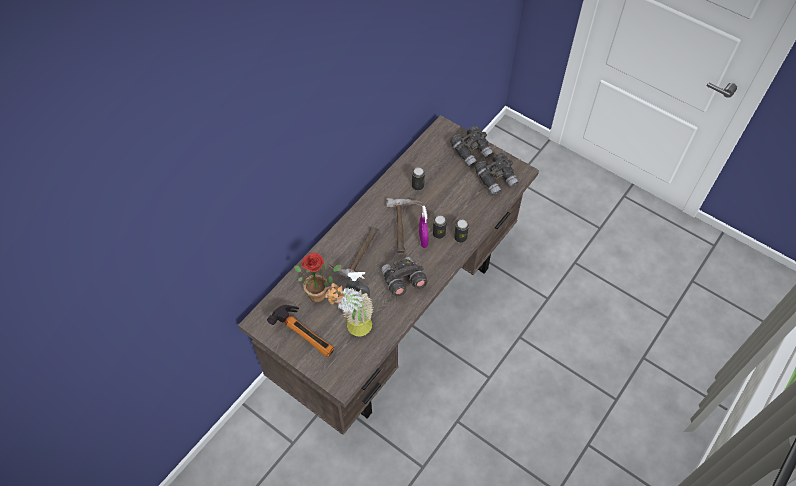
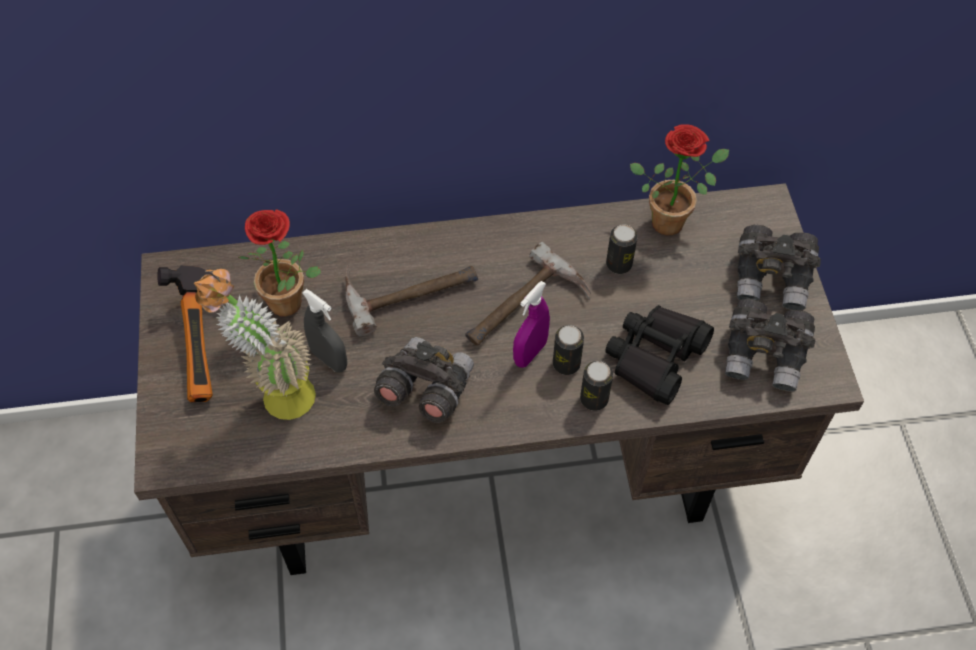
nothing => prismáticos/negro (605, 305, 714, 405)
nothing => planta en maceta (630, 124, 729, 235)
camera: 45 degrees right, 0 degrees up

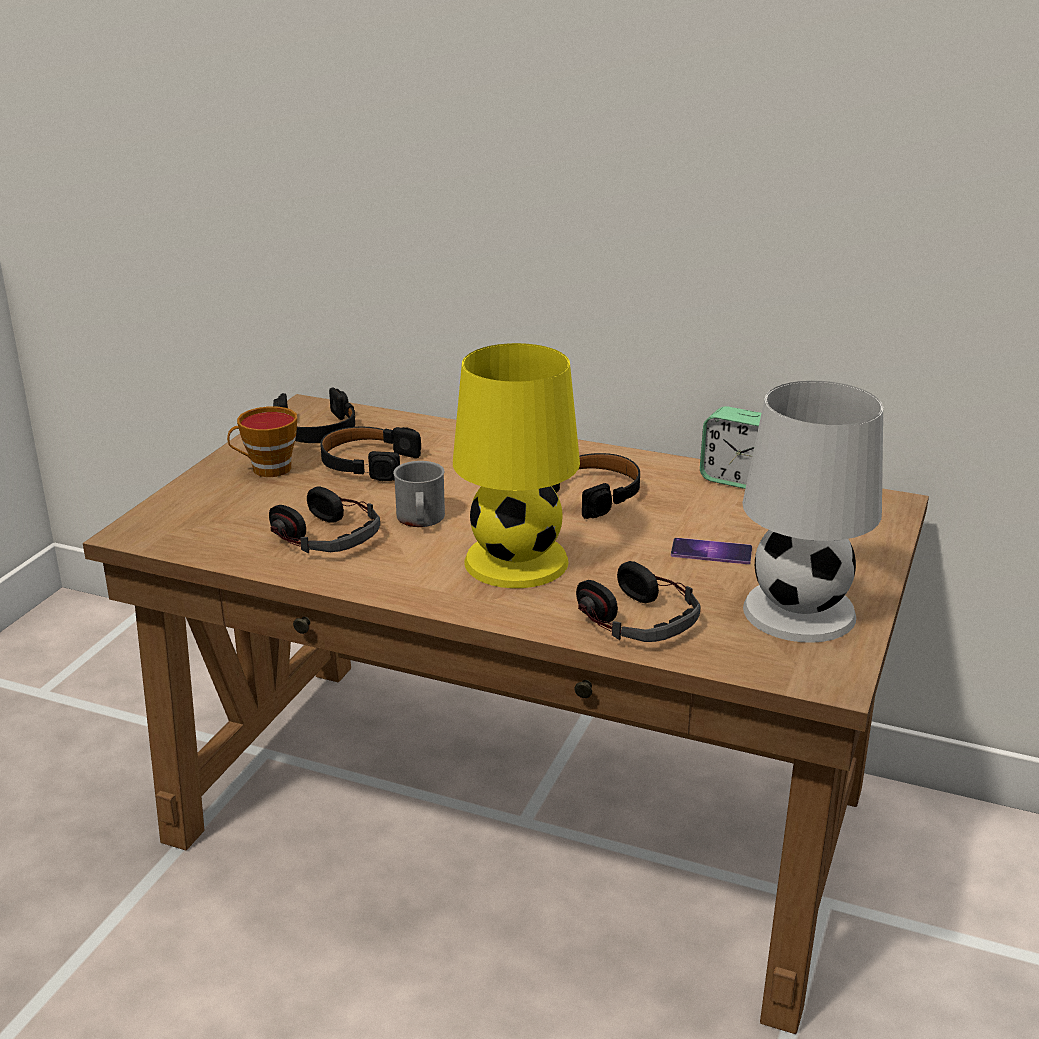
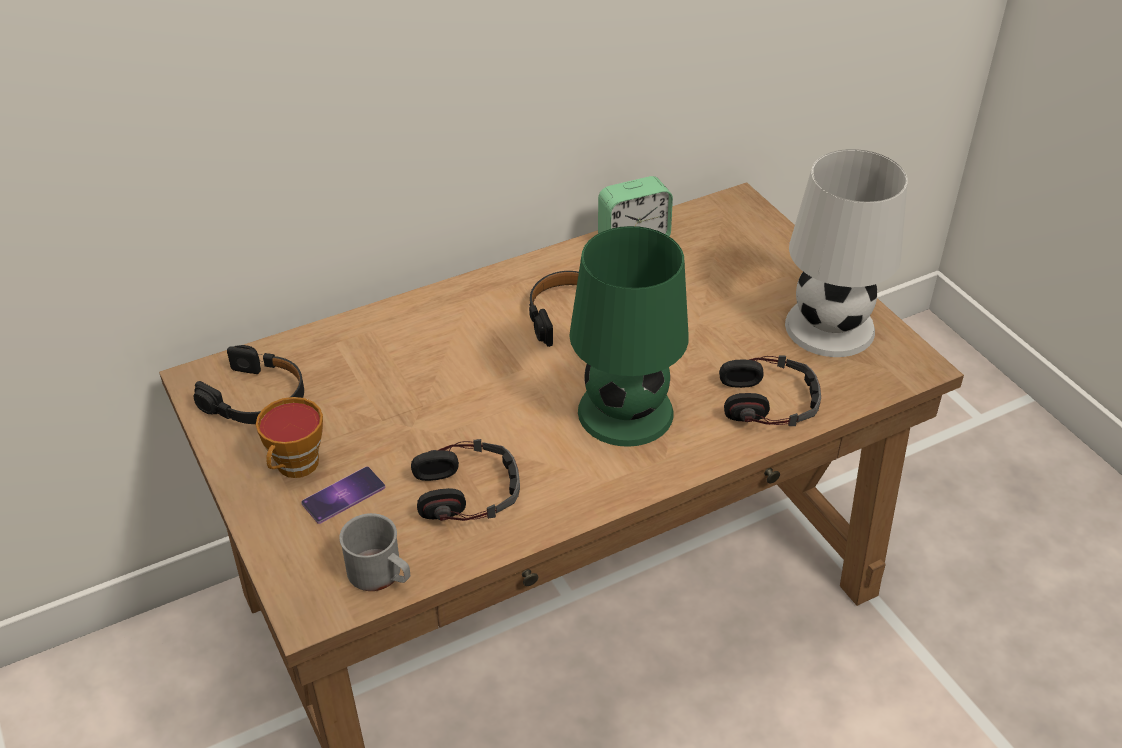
móvil (671, 538, 752, 564) => móvil (301, 467, 385, 524), move
taza grande/gris (393, 461, 445, 527) => taza grande/gris (339, 513, 410, 591), move
lámpara de mesa/amarillo (453, 343, 580, 588) => lámpara de mesa/verde (569, 226, 689, 447)
auriculares/negro (320, 427, 421, 481) => nothing
camera: 50 degrees left, 15 degrees up

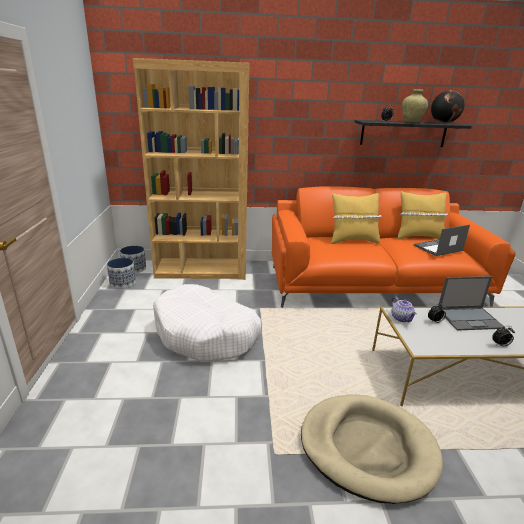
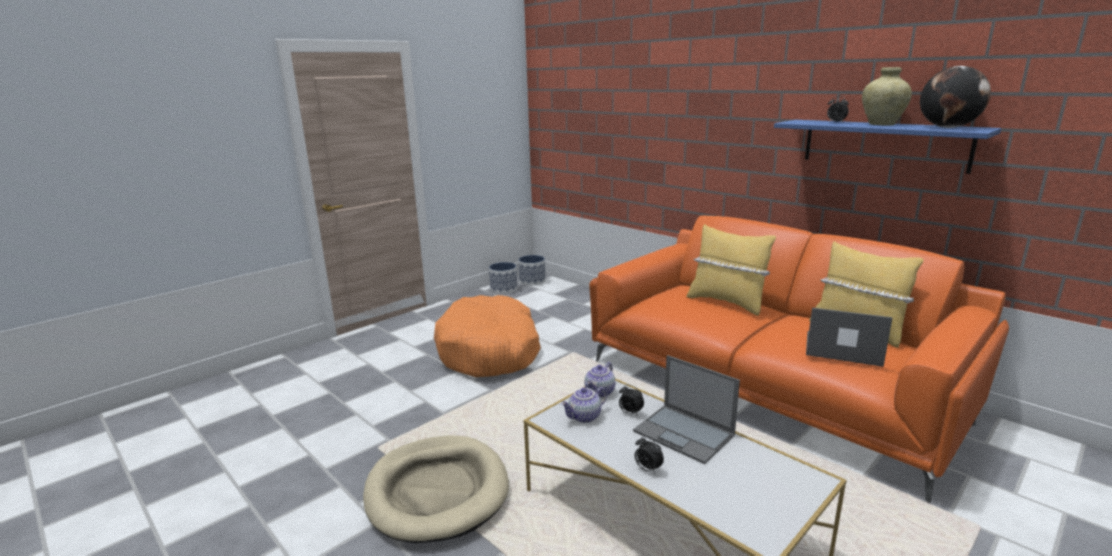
cama para perro/blanco (153, 284, 261, 362) => cama para perro/naranja (434, 295, 541, 377)
nothing => tetera (561, 387, 607, 423)
estante/negro (354, 120, 472, 147) => estante/azul (774, 120, 1001, 174)
estantería/marrón (133, 58, 249, 280) => nothing
camera: 50 degrees right, 5 degrees down

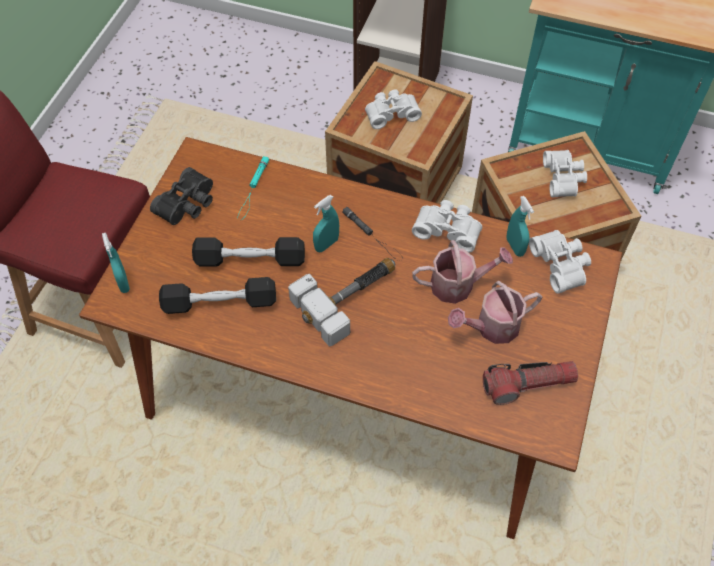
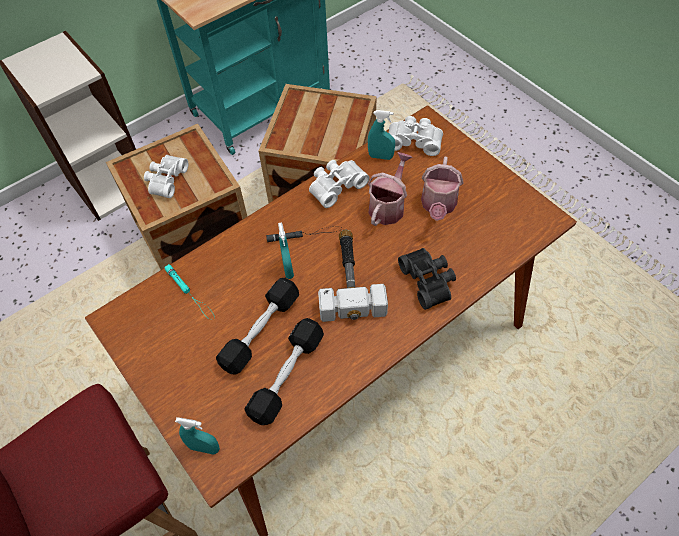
prismáticos/negro (150, 167, 213, 225) => prismáticos/negro (398, 248, 456, 310), move
linterna (483, 361, 578, 405) => nothing
prismáticos/blanco (543, 150, 587, 197) => nothing
camera: 55 degrees left, 0 degrees up

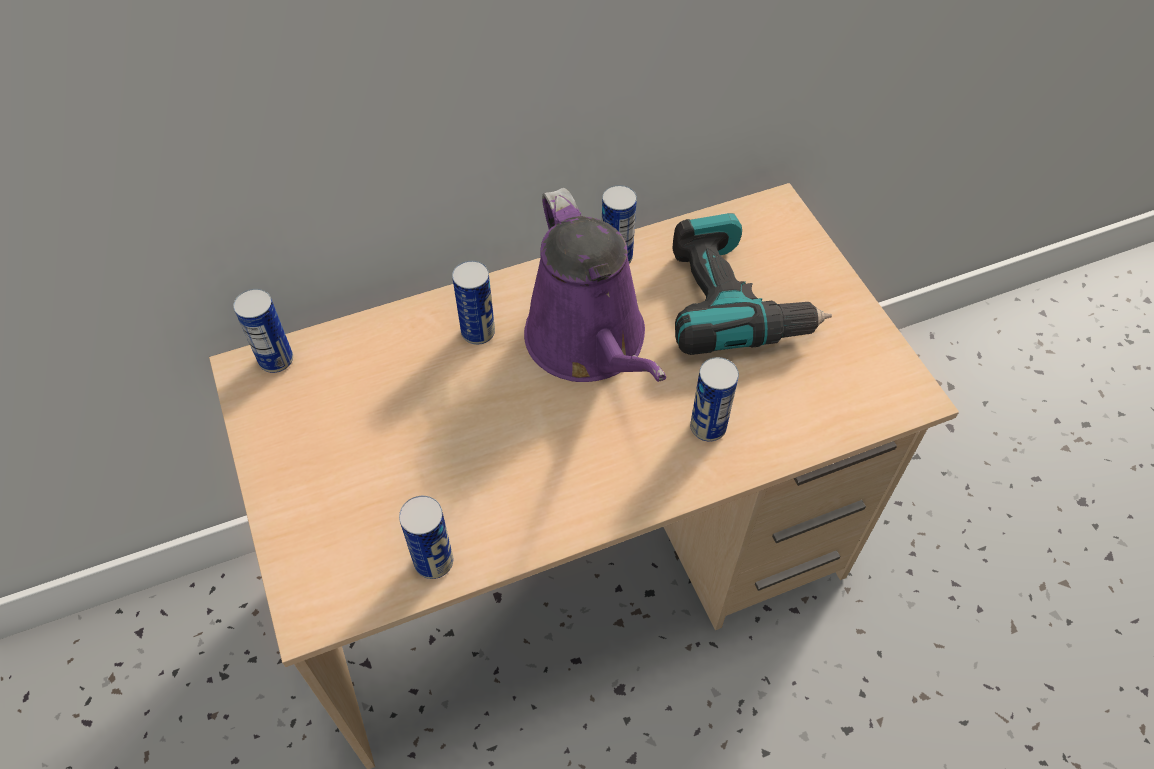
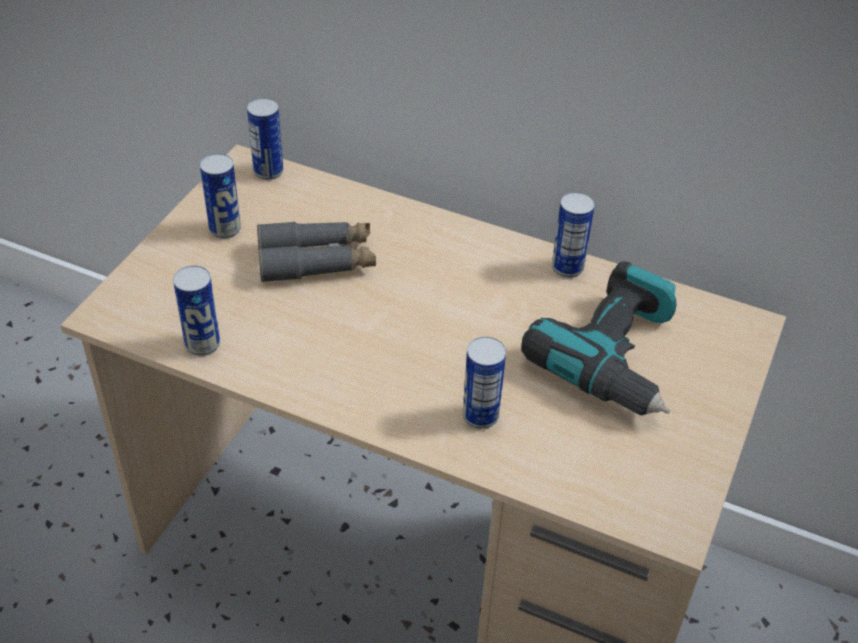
lata (452, 261, 495, 345) => lata (200, 153, 241, 239), move
nothing => prismáticos/gris (257, 222, 376, 283)
regadera/morado (524, 188, 666, 382) => nothing
camera: 45 degrees right, 10 degrees down

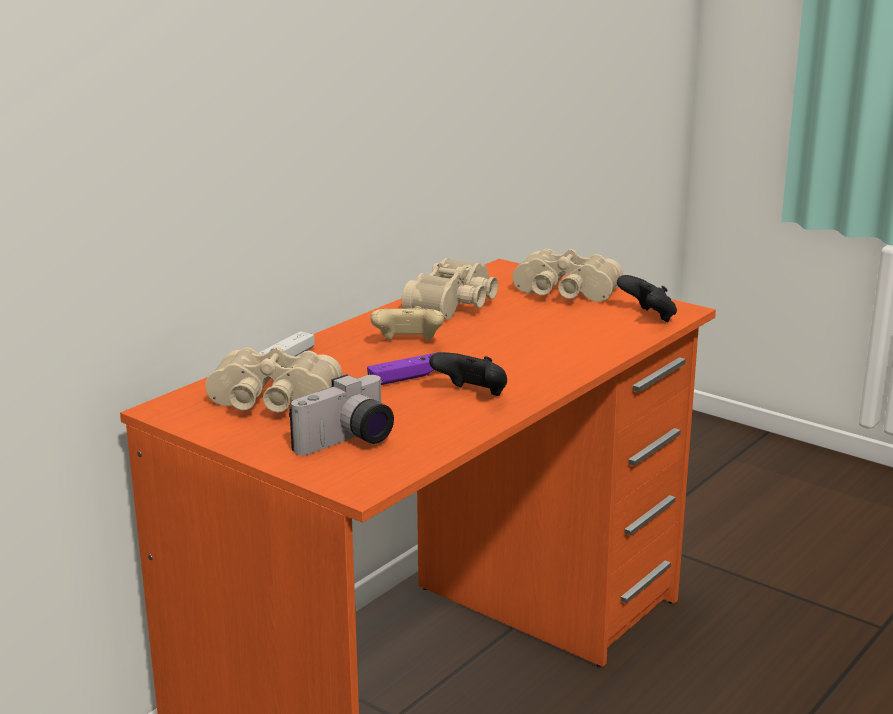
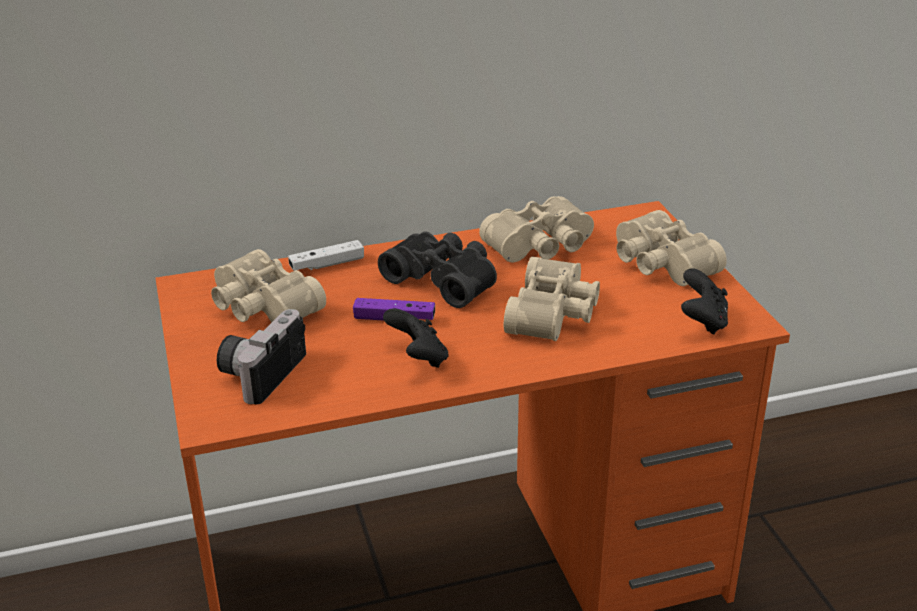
cámara (289, 374, 394, 455) => cámara (217, 309, 306, 404), 120 degrees clockwise
mando de consola/beis (370, 306, 444, 340) => prismáticos/negro (378, 231, 497, 308)
nothing => prismáticos/beis (504, 256, 600, 341)
camera: 35 degrees right, 10 degrees up

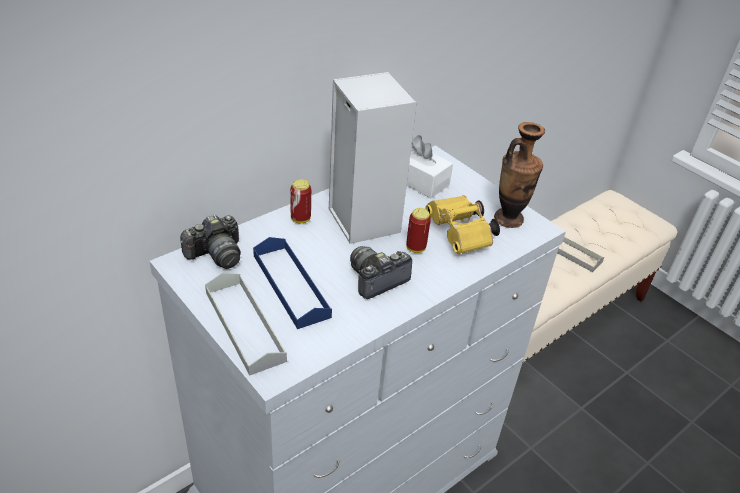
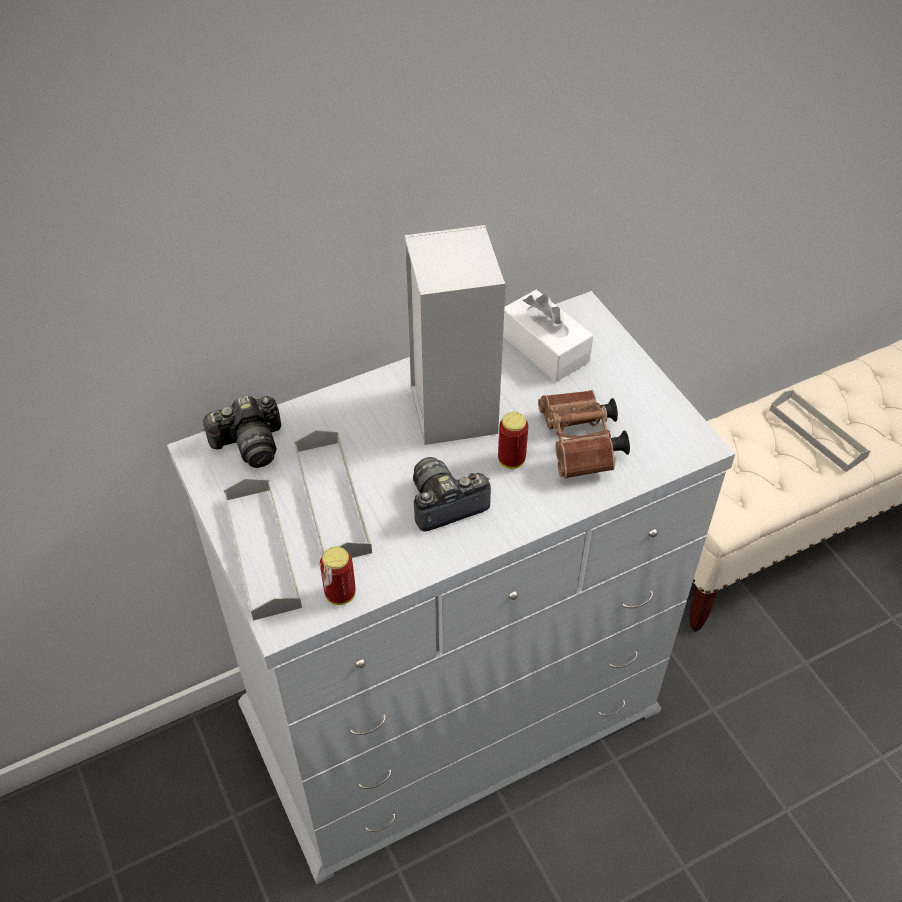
bandeja/azul (253, 237, 332, 329) => bandeja/gris (294, 430, 372, 558)
lata (290, 179, 311, 224) => lata (320, 546, 356, 605), move
prismáticos/amarillo (425, 195, 500, 254) => prismáticos/marrón (538, 390, 630, 479)
florero (494, 122, 545, 228) => nothing
camera: 15 degrees right, 10 degrees up

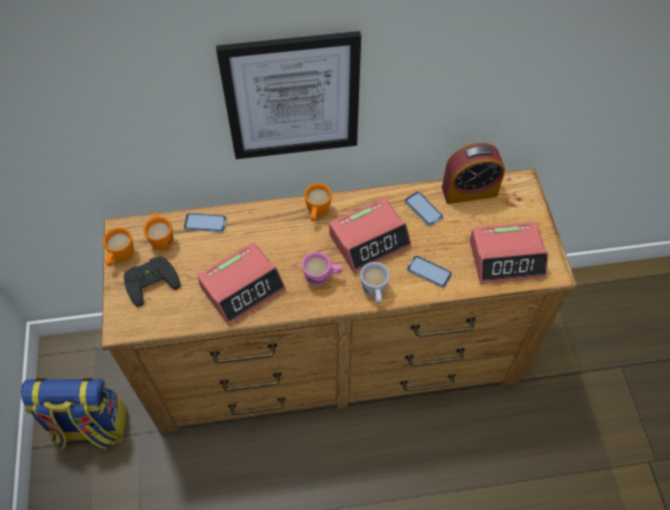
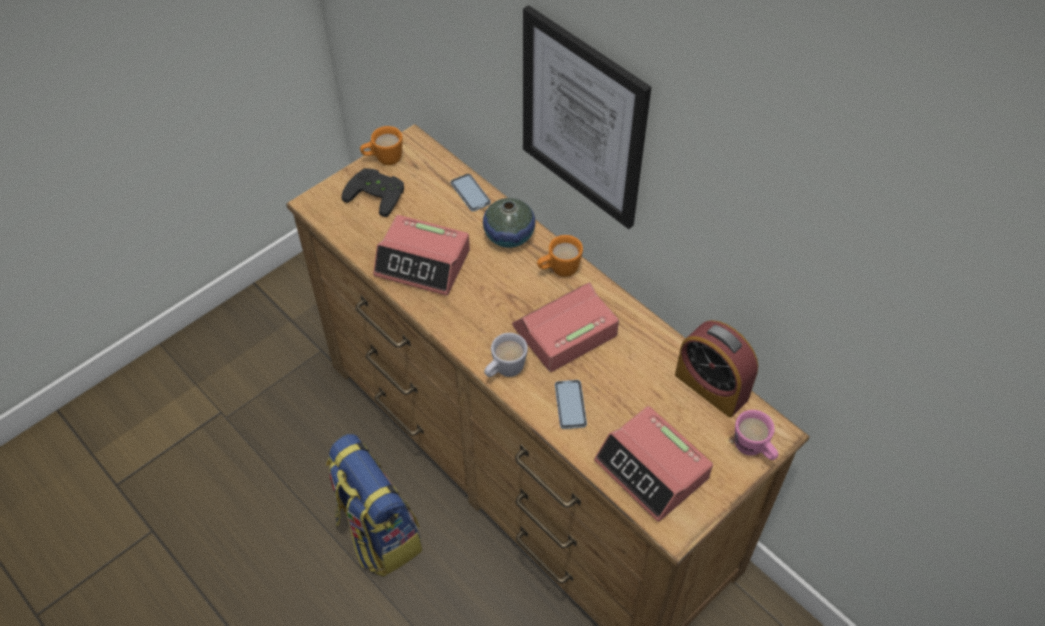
mochila (21, 378, 126, 449) => mochila (326, 434, 422, 577), move
nothing => florero (483, 198, 536, 248)
despertador (329, 198, 412, 273) => despertador (512, 282, 619, 372), 120 degrees clockwise
taza grande/rosa (302, 252, 342, 286) => taza grande/rosa (734, 410, 778, 460), move
taza grande/naranja (143, 213, 173, 250) => nothing
móvil (405, 191, 443, 226) => nothing
camera: 55 degrees right, 5 degrees down

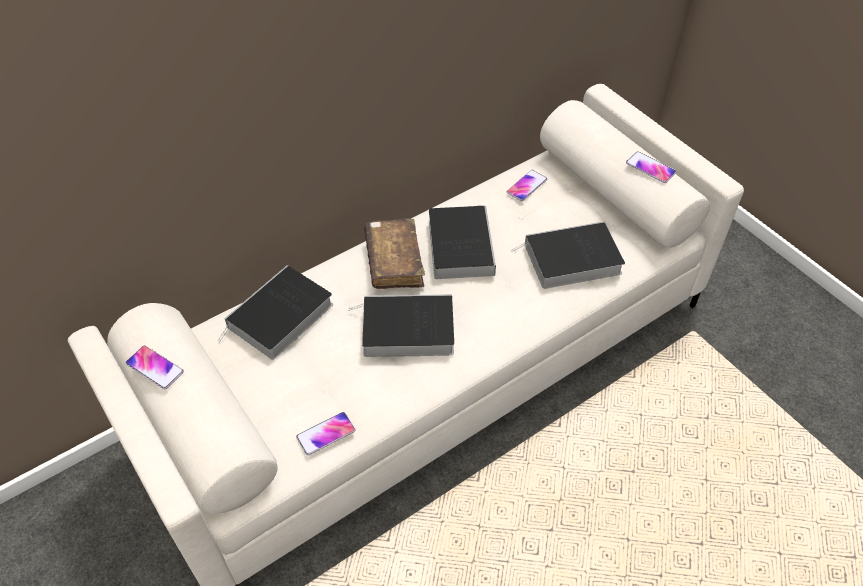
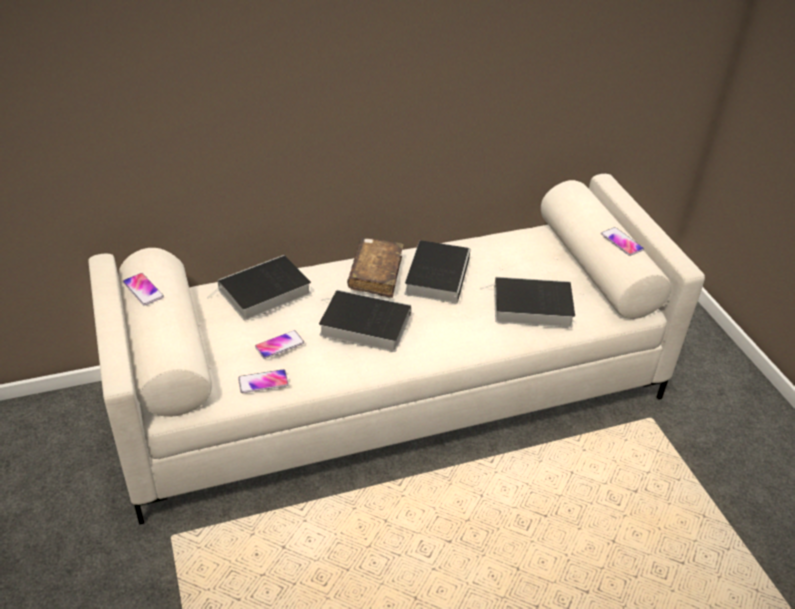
móvil (507, 170, 547, 201) => móvil (255, 330, 304, 359), move
camera: 15 degrees right, 10 degrees down

